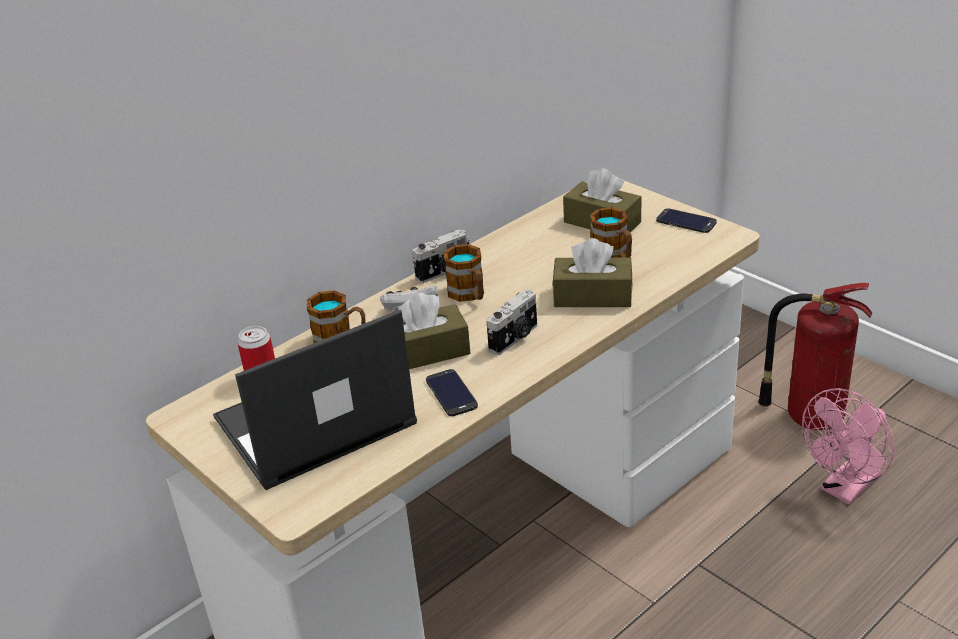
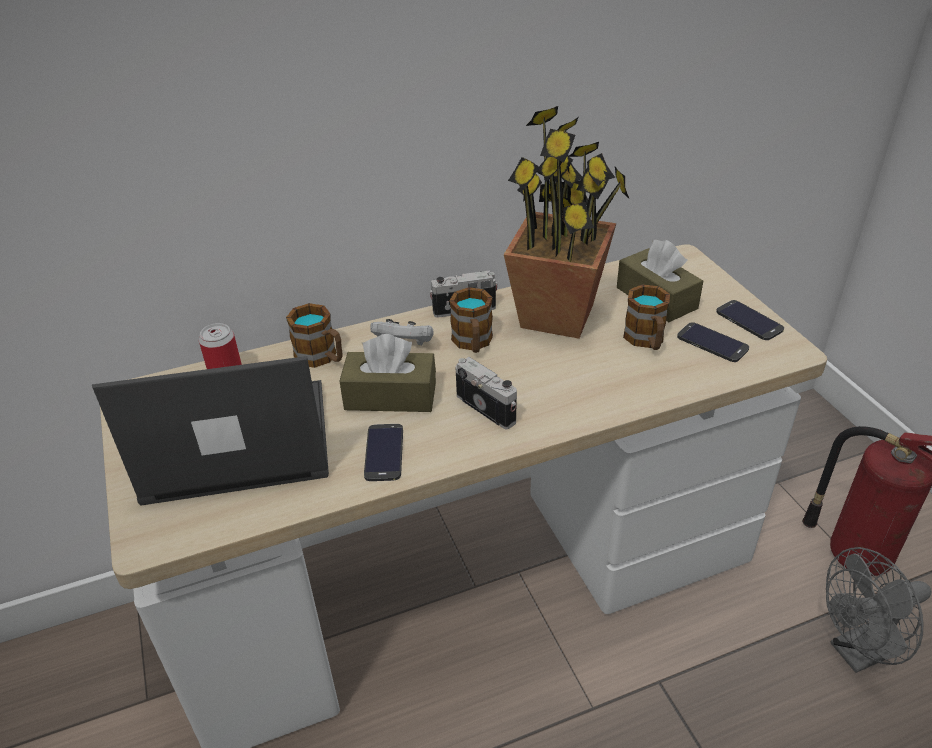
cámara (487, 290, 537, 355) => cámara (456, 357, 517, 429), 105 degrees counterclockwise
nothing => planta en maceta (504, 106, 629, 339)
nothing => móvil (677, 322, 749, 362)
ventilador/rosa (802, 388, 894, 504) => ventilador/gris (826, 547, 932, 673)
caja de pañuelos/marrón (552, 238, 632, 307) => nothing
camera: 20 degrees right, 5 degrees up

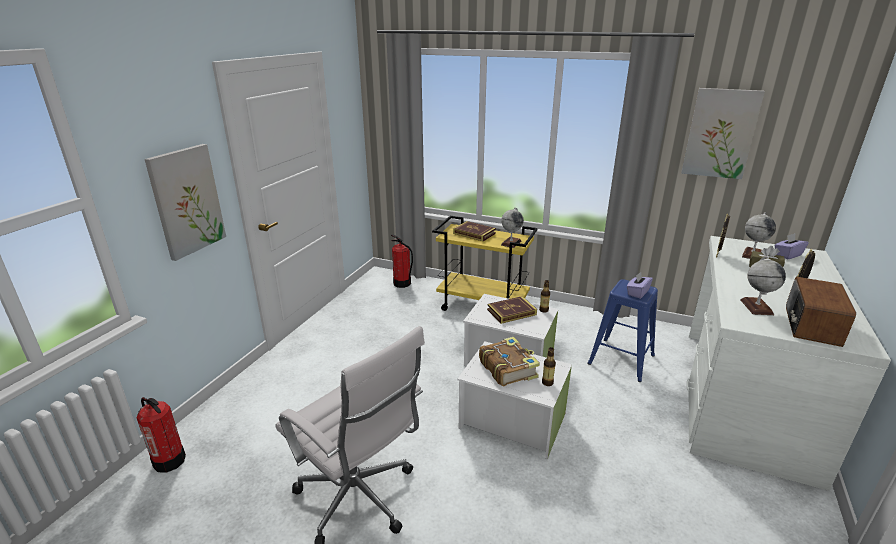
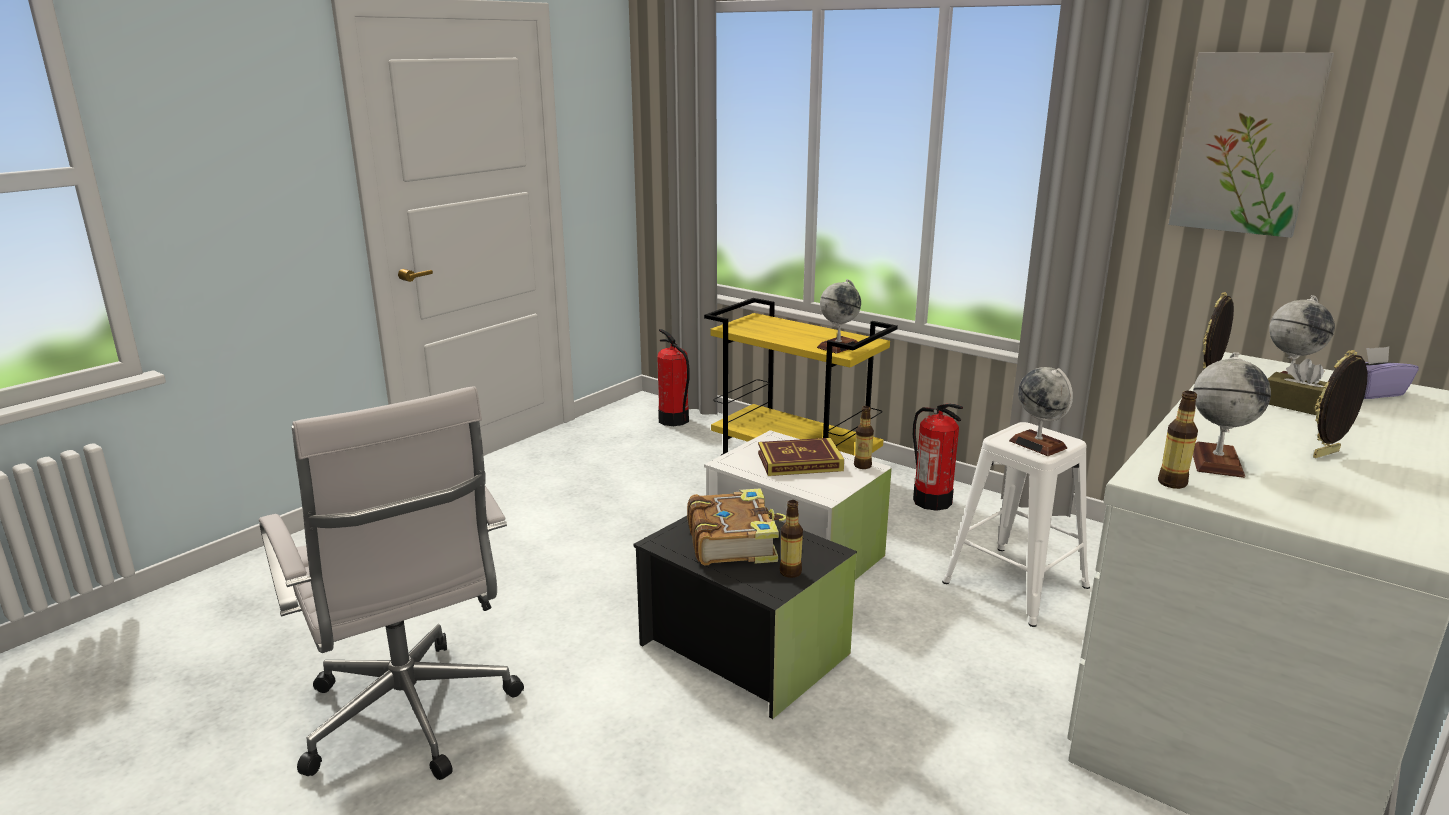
caja de almacenaje/blanco (457, 342, 572, 459) => caja de almacenaje/negro (634, 516, 857, 719)
extintor (136, 397, 186, 473) => extintor (913, 404, 963, 511), move
taburete/azul (587, 279, 658, 382) => taburete/blanco (942, 422, 1090, 627)
caja de pañuelos/morado (627, 272, 653, 299) => globo terráqueo (1009, 367, 1073, 456)
nothing => botella (1158, 391, 1198, 489)
cuadro (145, 144, 226, 261) => nothing
libro (453, 221, 496, 241) => nothing
radio (786, 277, 856, 347) => nothing
camera: 15 degrees right, 5 degrees down

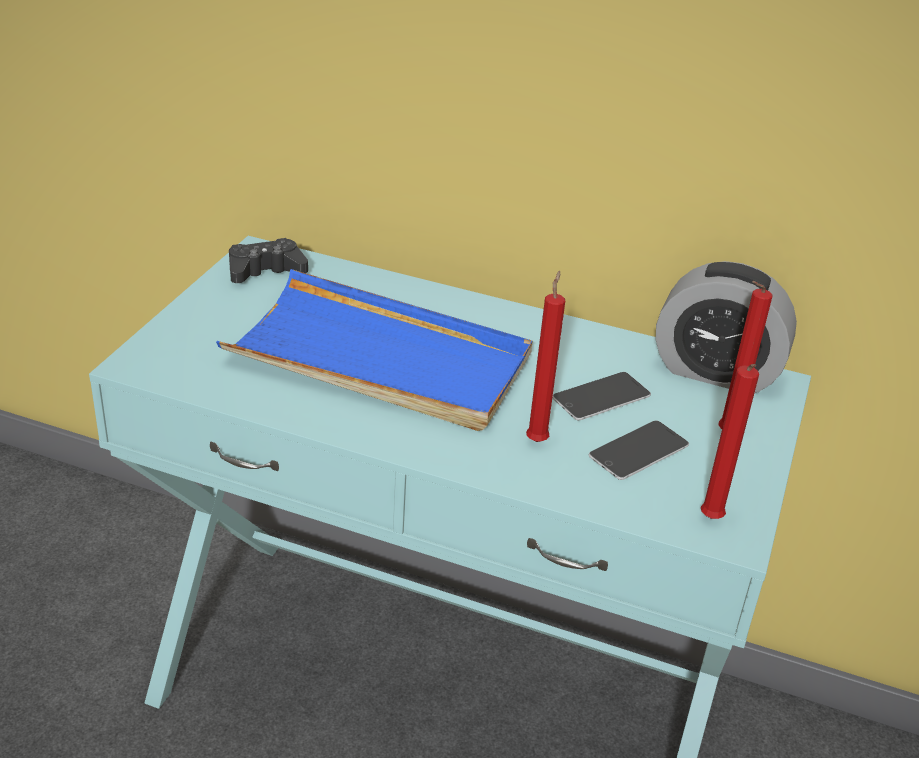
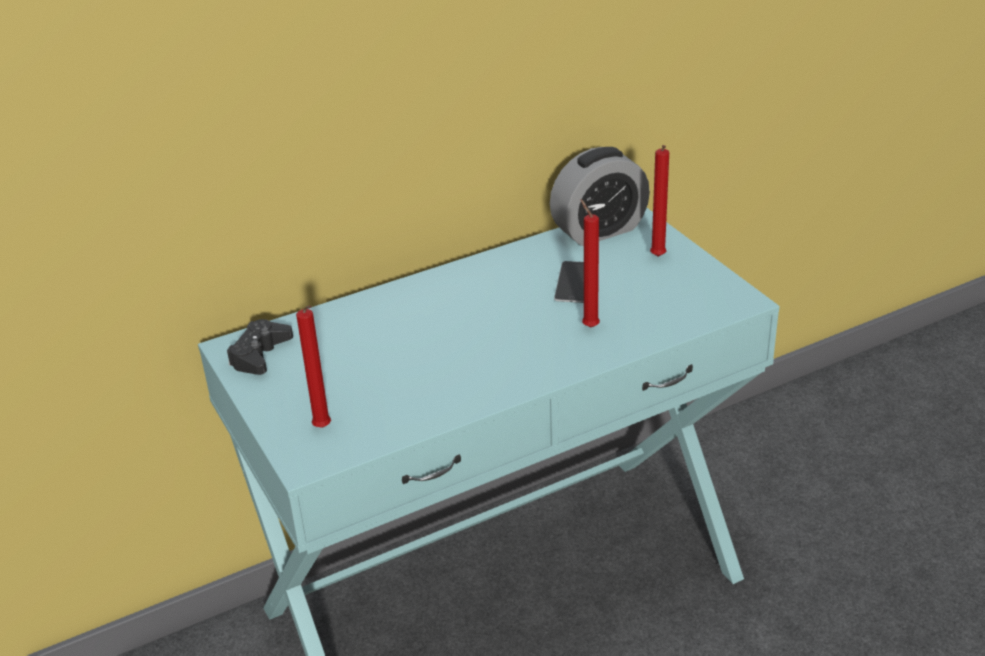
vela/rojo (701, 364, 759, 519) => vela/rojo (296, 306, 331, 428), move
bandeja/azul (216, 269, 532, 431) => nothing
móvil (589, 420, 689, 480) => nothing
camera: 45 degrees left, 0 degrees up

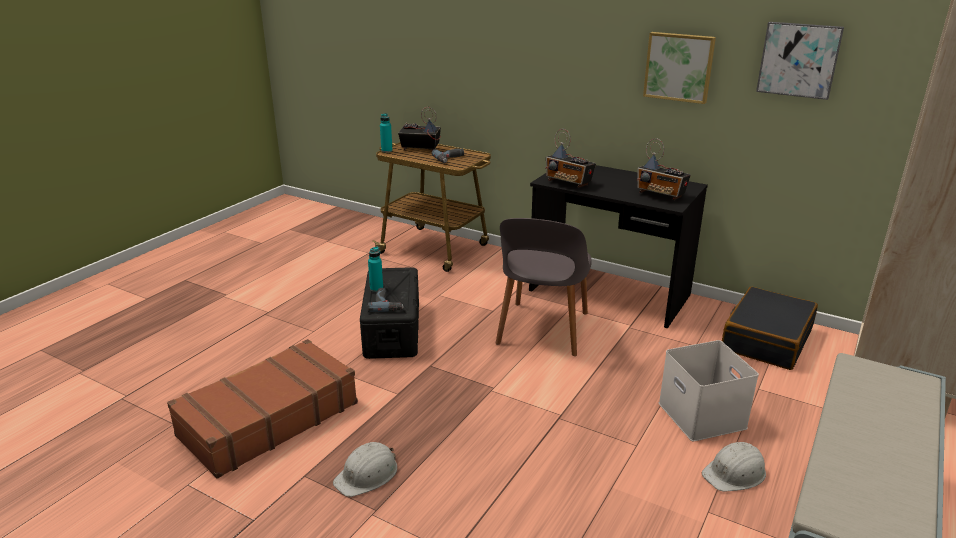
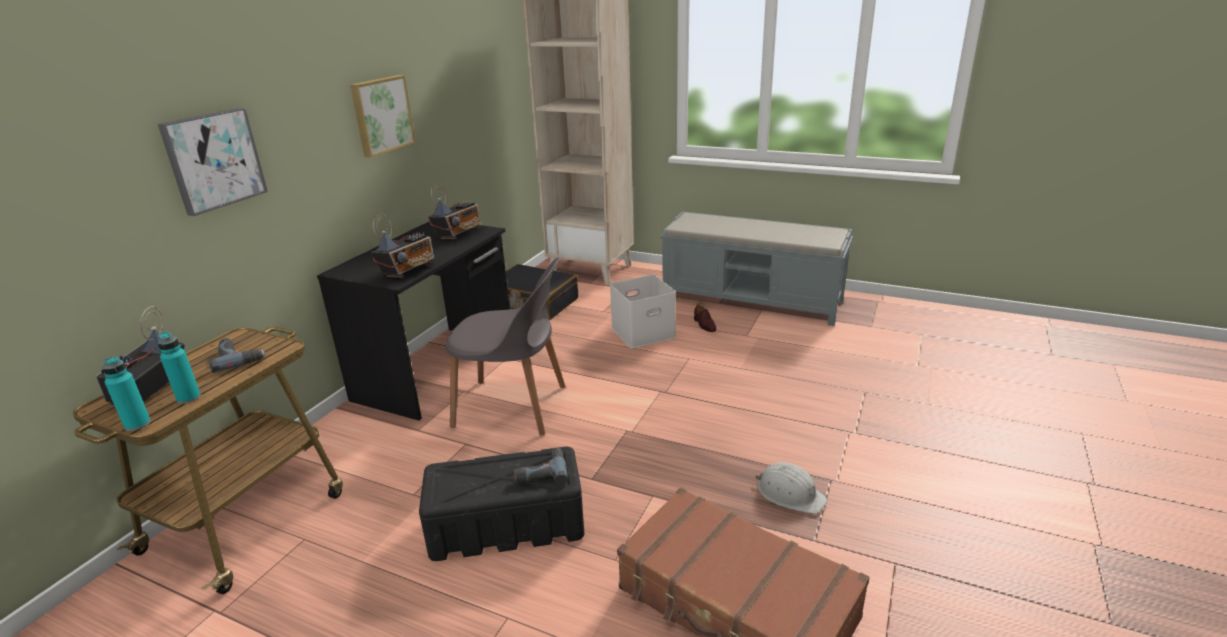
cuadro (756, 22, 844, 100) => cuadro (158, 108, 268, 216), move
botella/turquesa (368, 247, 383, 292) => botella/turquesa (158, 332, 201, 404), move
casco/blanco (702, 442, 766, 491) => zapato/marrón (694, 304, 716, 332)
camera: 95 degrees left, 0 degrees up

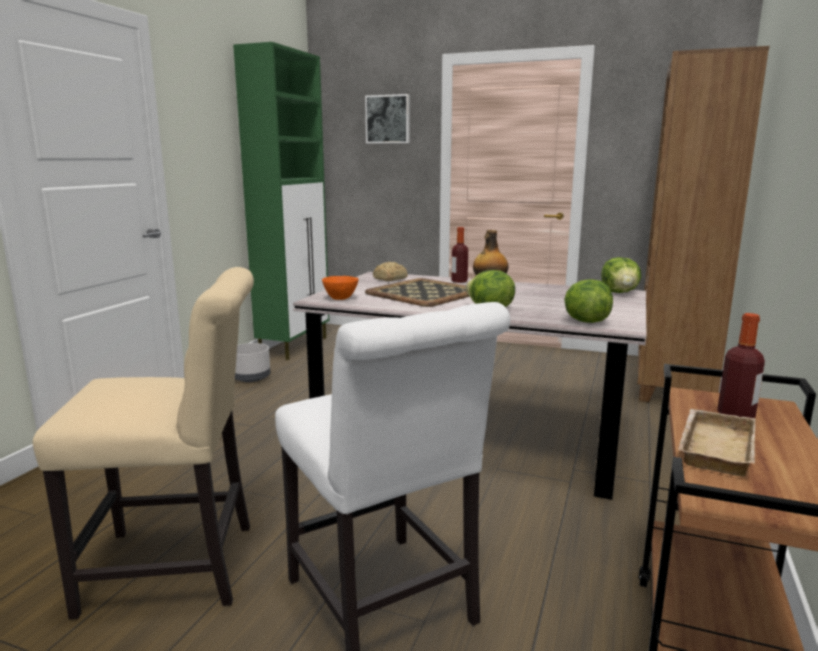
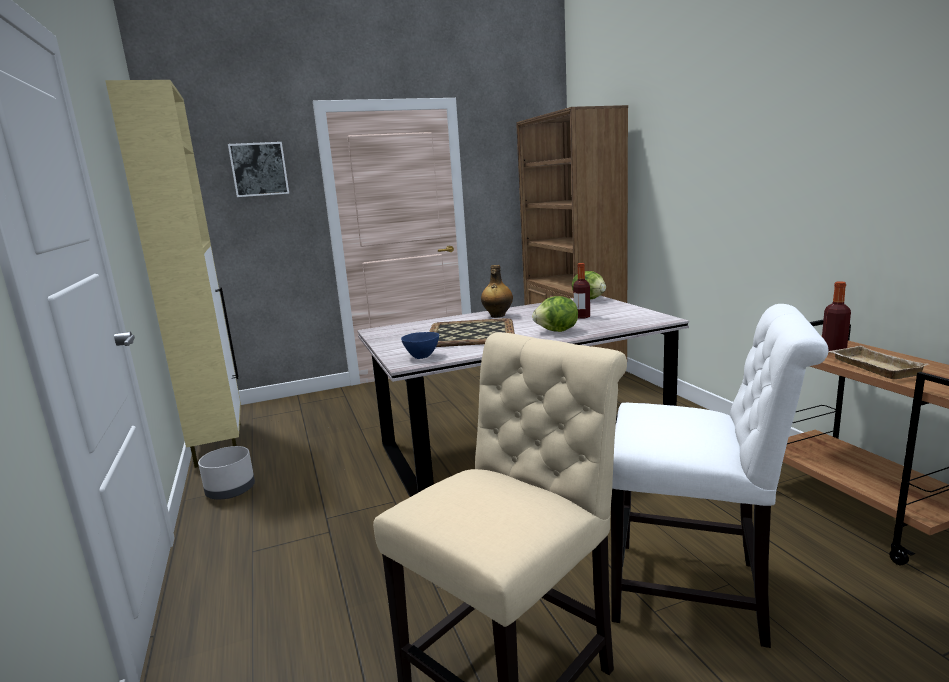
armario/verde (233, 42, 329, 360) => armario/beis (105, 80, 241, 468)
cuenco/naranja (322, 276, 359, 300) => cuenco/azul (401, 332, 439, 359)
botella (451, 227, 468, 283) => botella (573, 263, 590, 319), move
pan (373, 262, 408, 281) => nothing
lechuga (564, 279, 613, 323) => nothing
camera: 40 degrees left, 0 degrees up

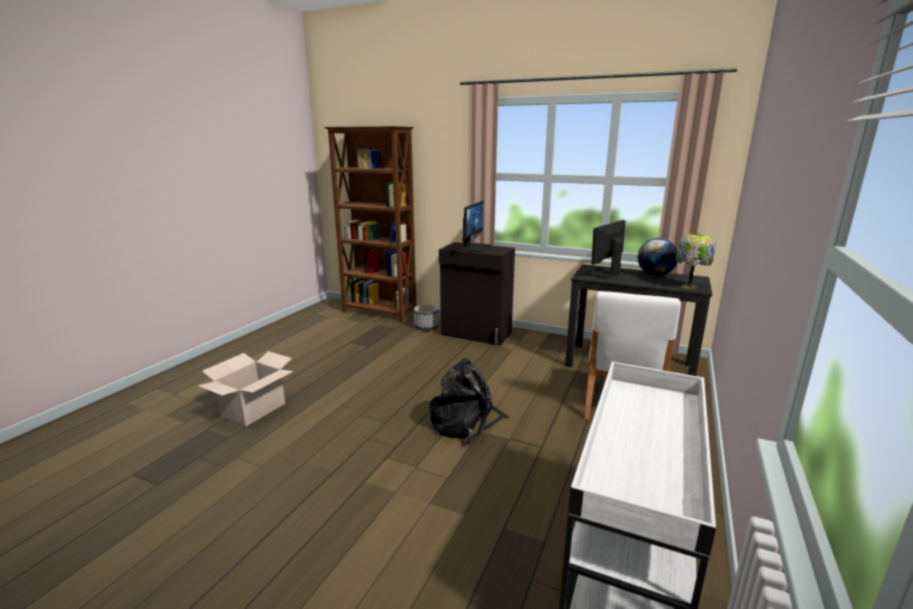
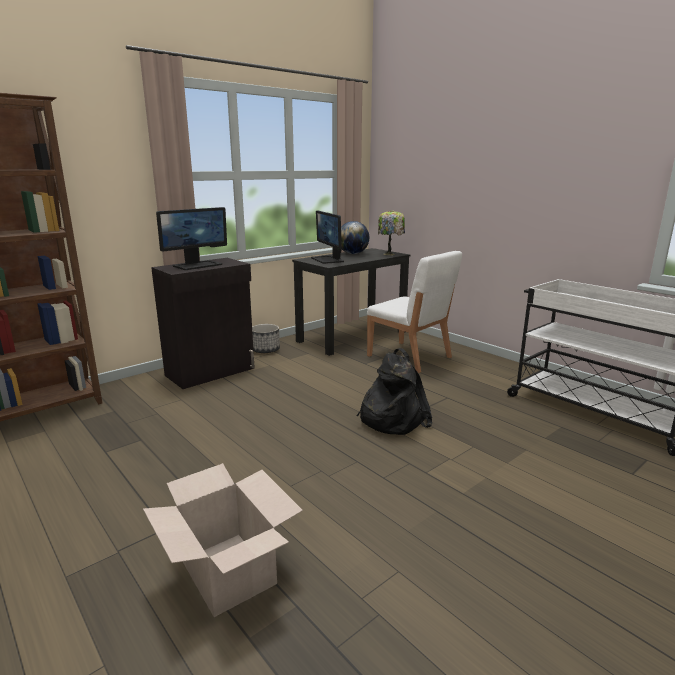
monitor (460, 201, 490, 252) => monitor (156, 207, 227, 270), 90 degrees clockwise
maceta (414, 304, 439, 331) => maceta (252, 324, 280, 353), move
camera: 65 degrees left, 0 degrees up

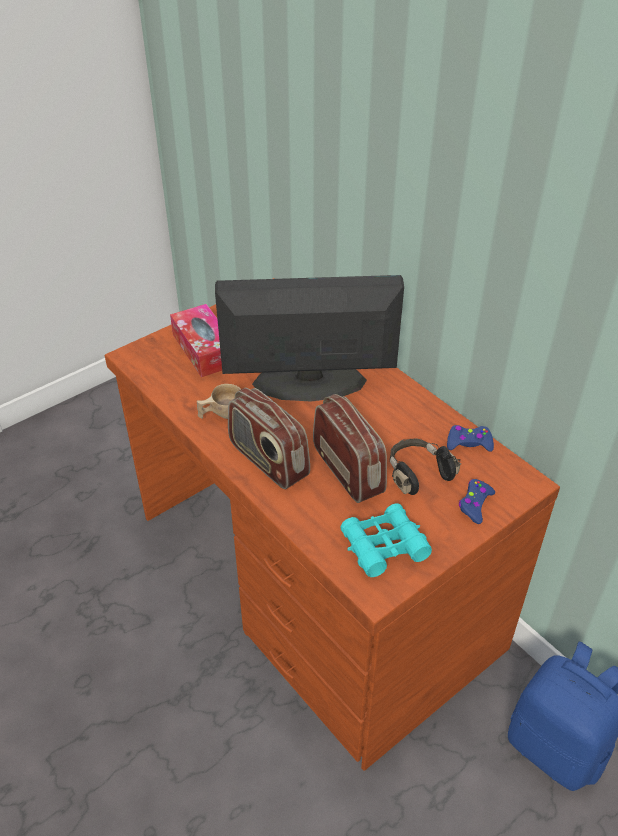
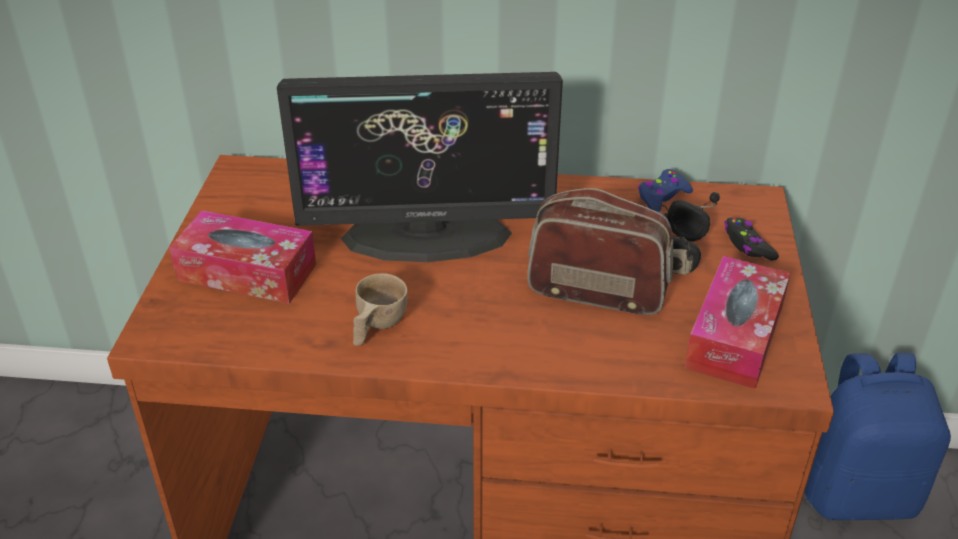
monitor (215, 275, 404, 401) => monitor (277, 72, 563, 262), 135 degrees counterclockwise
prismáticos/turquesa (340, 503, 432, 577) => caja de pañuelos (684, 256, 790, 389)
mando de consola/azul (459, 479, 495, 524) => mando de consola/negro (725, 218, 779, 261)
radio (228, 388, 310, 489) => nothing
camera: 45 degrees left, 5 degrees down

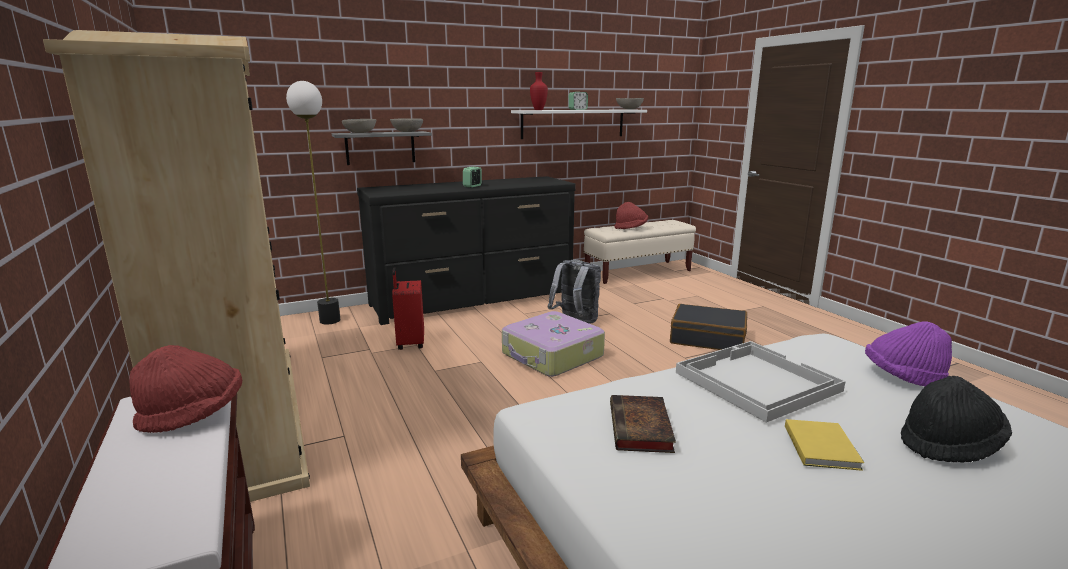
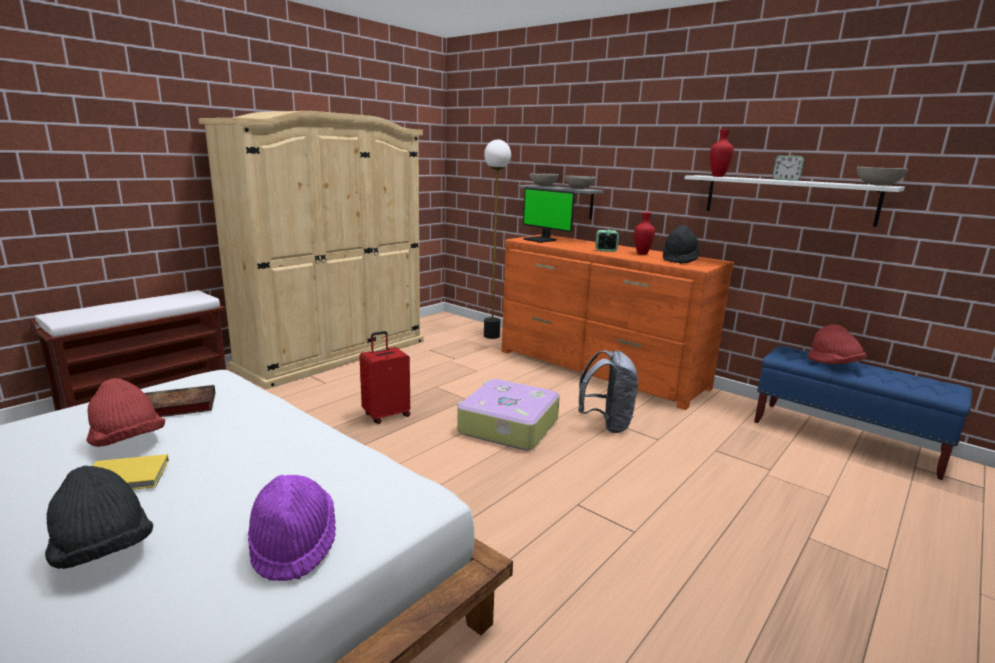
sombrero/rojo (129, 345, 242, 433) => sombrero/rojo (87, 378, 165, 447), move
maleta/rojo (392, 267, 424, 350) => maleta/rojo (359, 331, 410, 424), move
cómoda/negro (357, 176, 576, 325) => cómoda/naranja (502, 234, 734, 410)
nothing => monitor (523, 188, 575, 243)
nothing => florero/rojo (634, 212, 655, 255)
nothing => sombrero/negro (663, 225, 700, 264)
banco/beis (584, 220, 696, 284) => banco/azul (754, 346, 972, 480)
maleta/negro (670, 304, 747, 350) => nothing
bandeja/blanco (676, 341, 846, 423) => nothing
camera: 65 degrees right, 0 degrees up

